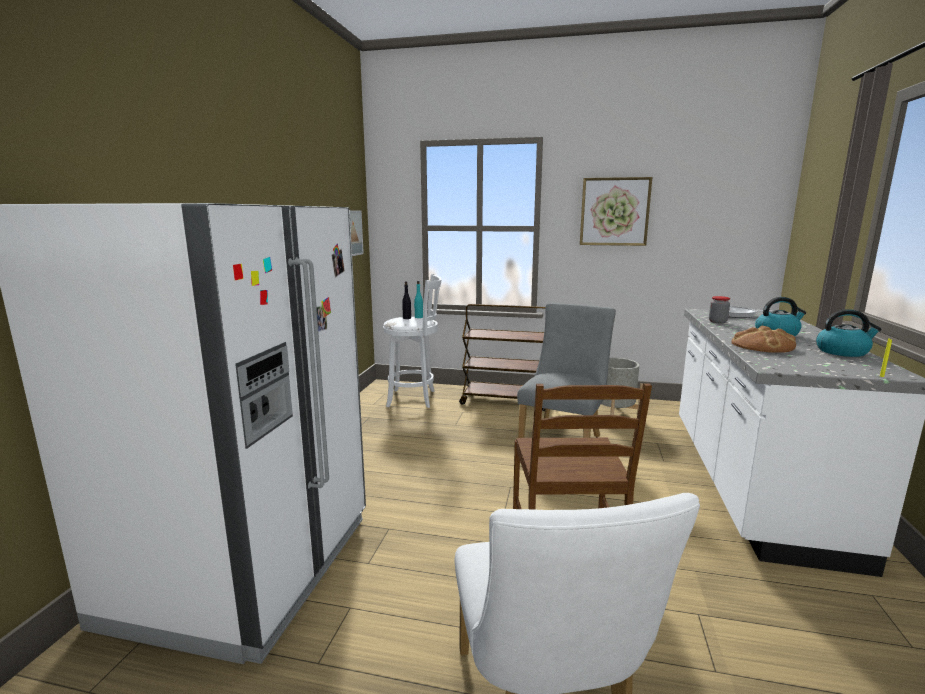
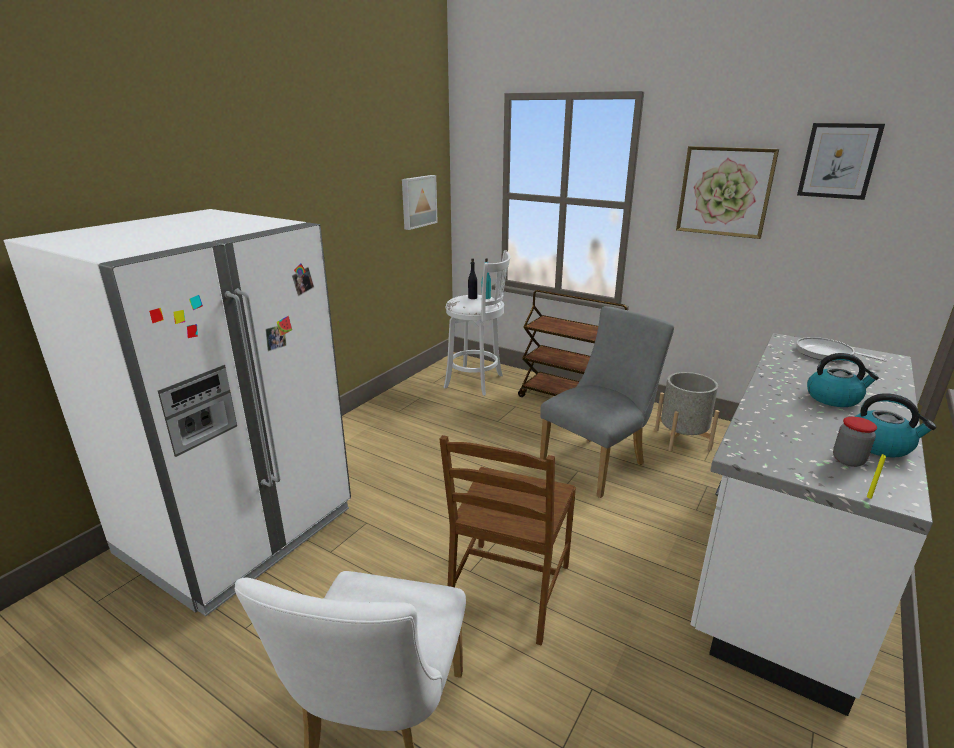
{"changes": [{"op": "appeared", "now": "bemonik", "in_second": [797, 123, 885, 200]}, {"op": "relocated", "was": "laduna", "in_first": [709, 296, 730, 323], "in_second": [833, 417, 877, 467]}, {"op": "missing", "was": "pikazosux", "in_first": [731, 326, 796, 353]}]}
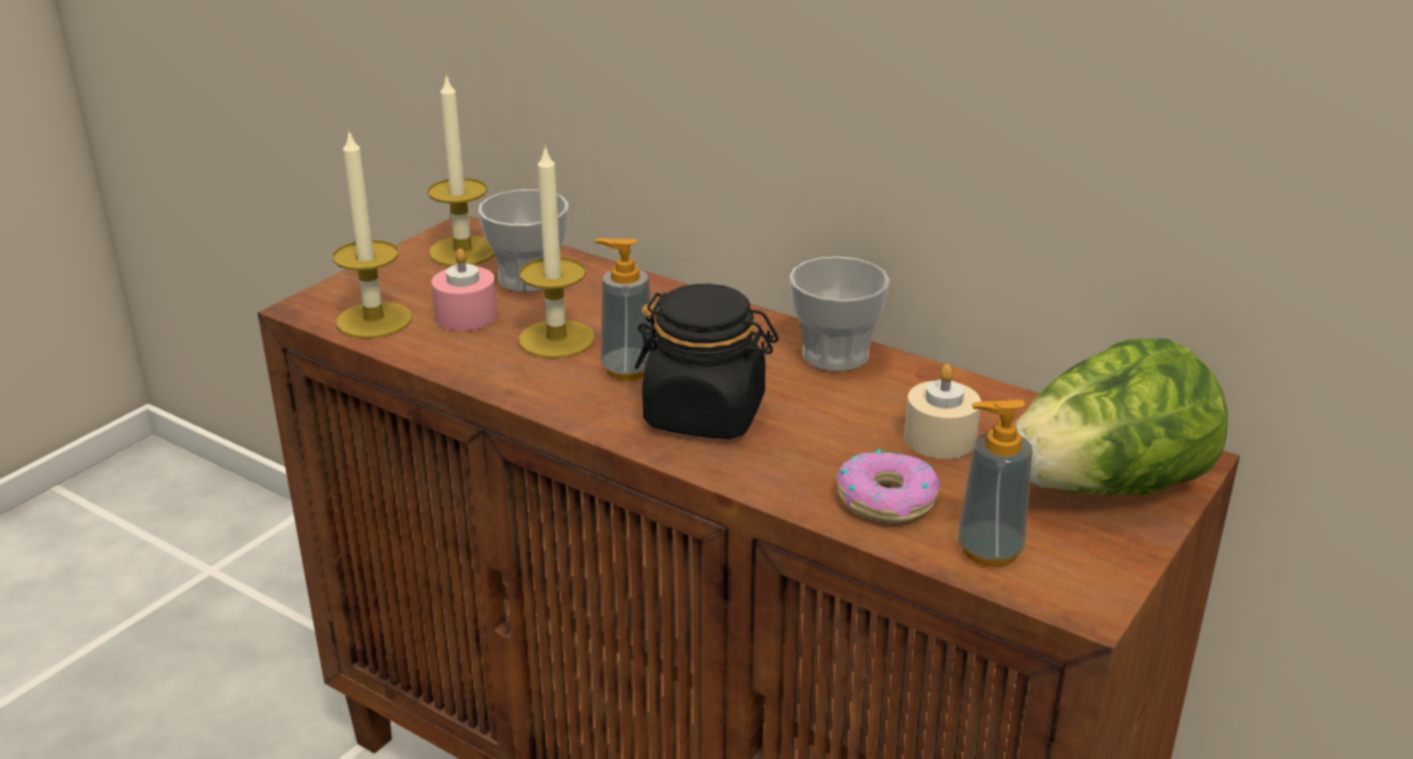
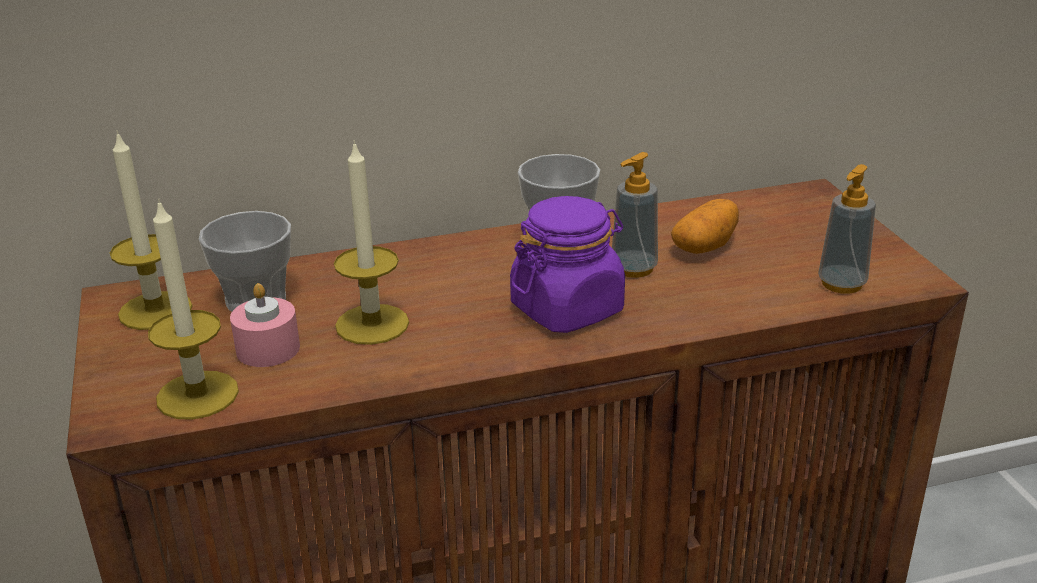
{"changes": [{"op": "colour", "was": "black laduna", "now": "purple laduna", "in_first": [635, 284, 779, 439], "in_second": [510, 196, 625, 333]}, {"op": "relocated", "was": "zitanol", "in_first": [595, 238, 654, 381], "in_second": [612, 152, 658, 278]}, {"op": "exchanged", "was": "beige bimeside", "now": "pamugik", "in_first": [905, 364, 981, 459], "in_second": [671, 199, 739, 254]}, {"op": "missing", "was": "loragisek", "in_first": [837, 449, 940, 523]}, {"op": "missing", "was": "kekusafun", "in_first": [1015, 339, 1228, 495]}]}
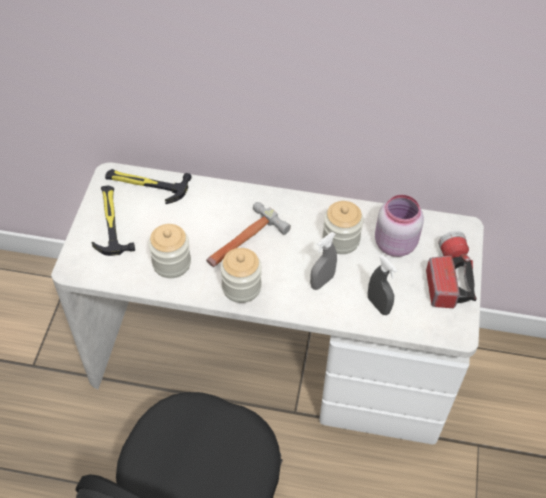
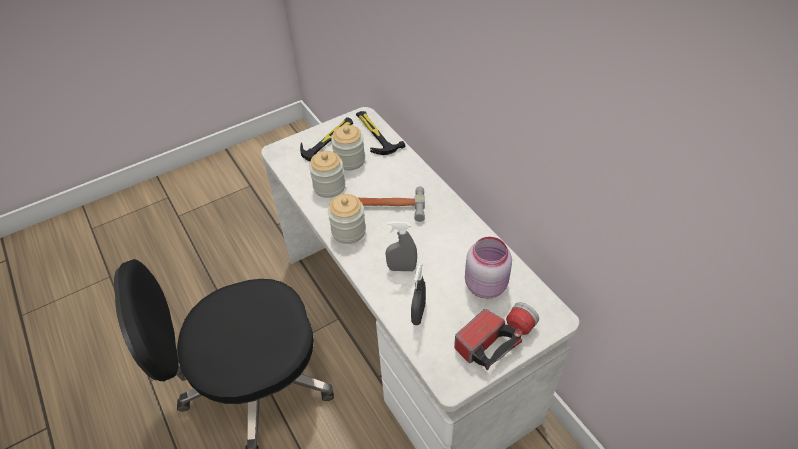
{"changes": [{"op": "relocated", "was": "laduna", "in_first": [322, 201, 363, 254], "in_second": [331, 125, 365, 171]}]}
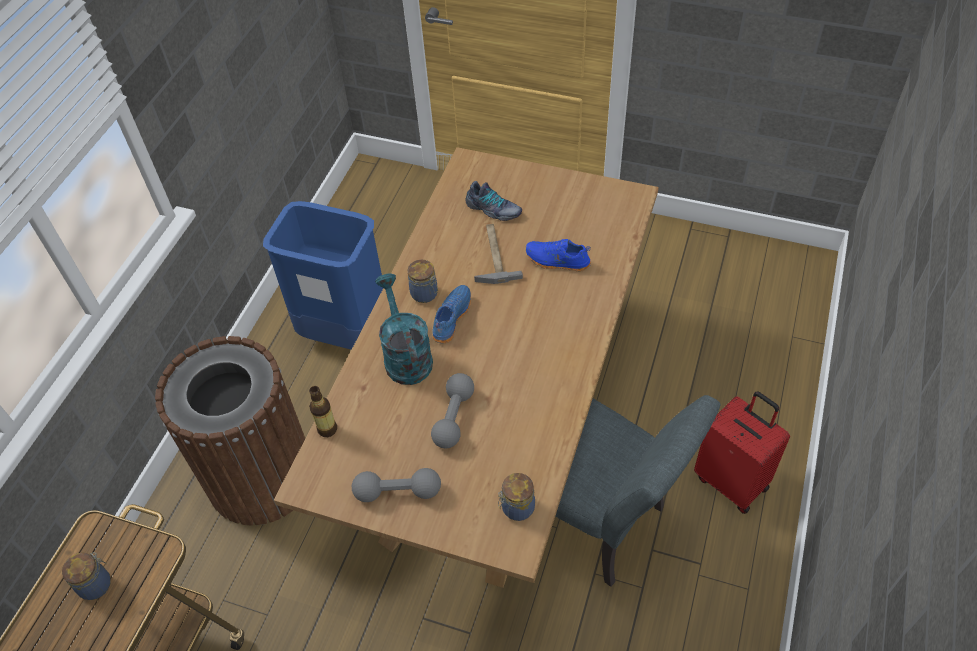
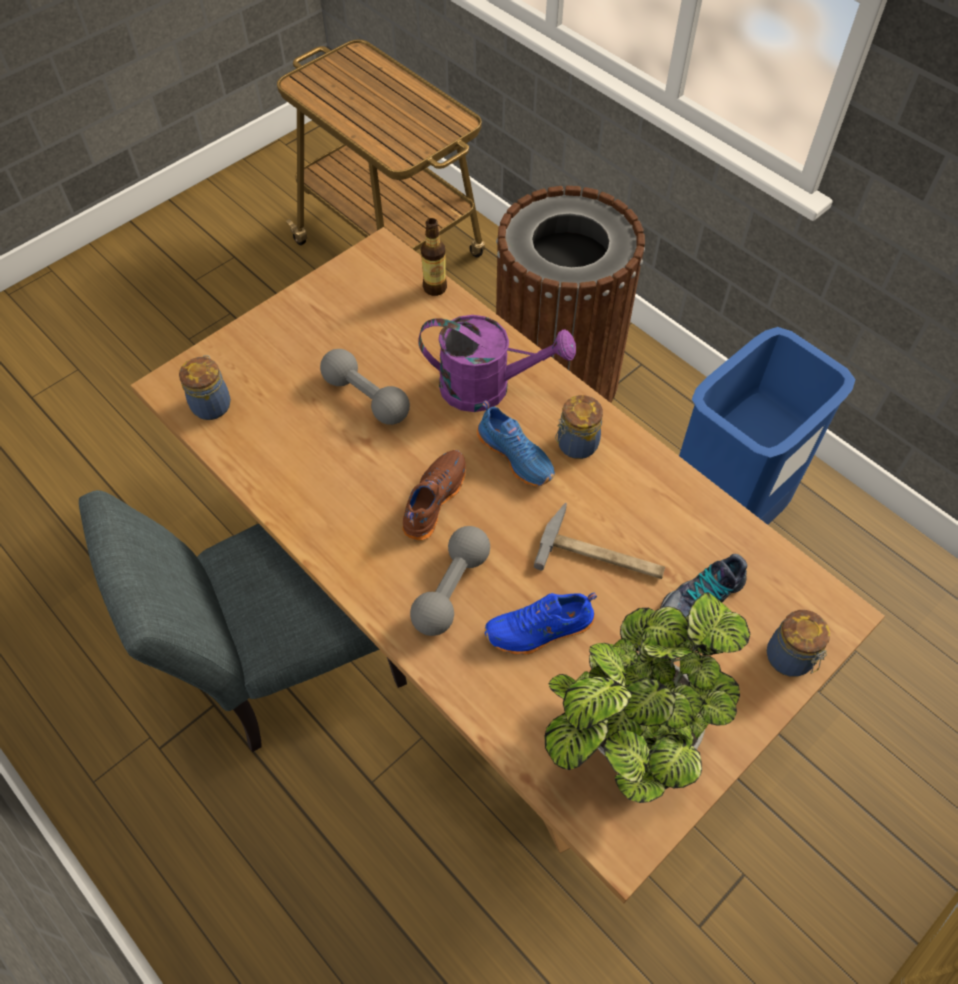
{"changes": [{"op": "appeared", "now": "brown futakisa", "in_second": [402, 450, 466, 541]}, {"op": "relocated", "was": "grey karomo", "in_first": [352, 468, 441, 502], "in_second": [410, 526, 490, 636]}, {"op": "colour", "was": "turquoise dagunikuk", "now": "purple dagunikuk", "in_first": [375, 273, 433, 385], "in_second": [418, 315, 576, 412]}, {"op": "spun", "was": "blue futakisa", "in_first": [526, 239, 591, 272], "in_second": [484, 592, 597, 655], "clockwise": -150}, {"op": "appeared", "now": "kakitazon", "in_second": [544, 592, 750, 803]}, {"op": "relocated", "was": "laduna", "in_first": [62, 552, 111, 600], "in_second": [767, 610, 830, 677]}, {"op": "missing", "was": "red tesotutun", "in_first": [694, 391, 790, 514]}]}
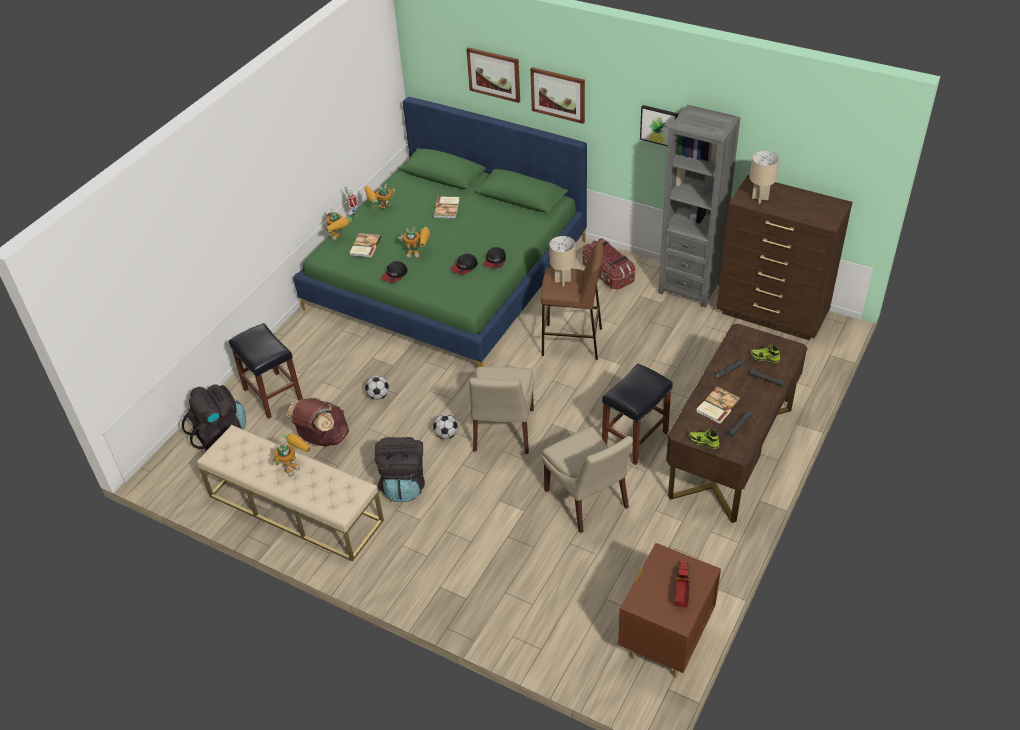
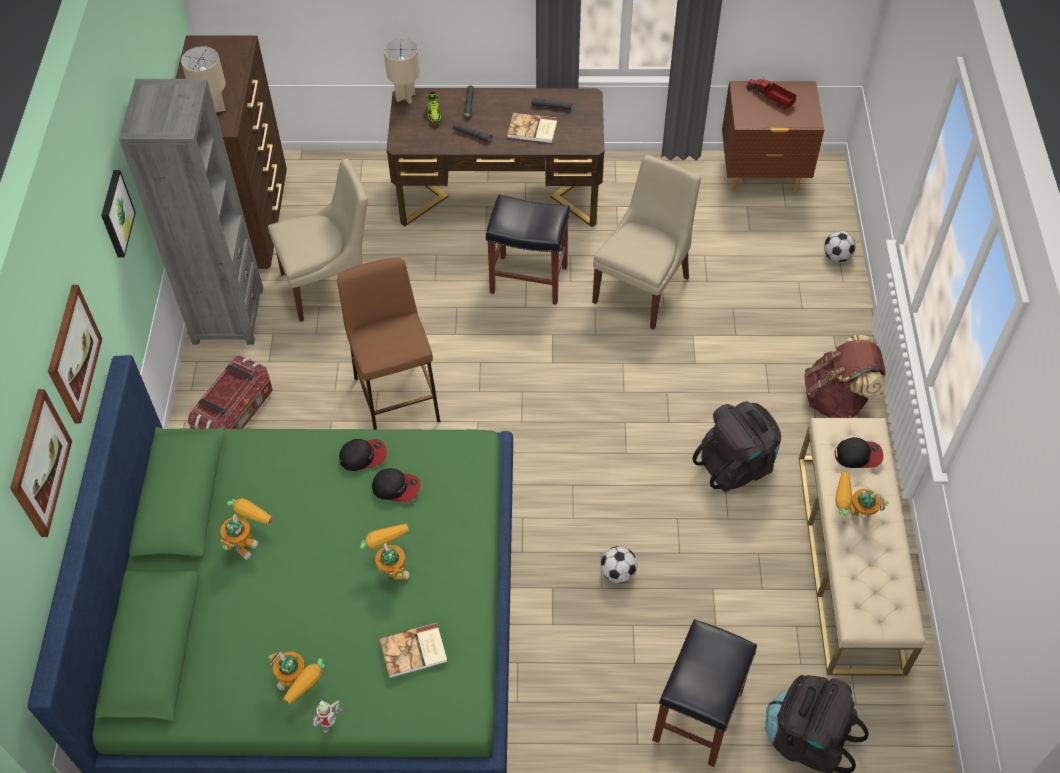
{"changes": [{"op": "relocated", "was": "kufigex", "in_first": [326, 208, 352, 241], "in_second": [220, 498, 273, 560]}, {"op": "relocated", "was": "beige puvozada", "in_first": [469, 367, 534, 454], "in_second": [268, 159, 368, 322]}, {"op": "relocated", "was": "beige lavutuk", "in_first": [549, 236, 575, 286], "in_second": [384, 38, 420, 104]}, {"op": "spun", "was": "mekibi", "in_first": [674, 561, 690, 607], "in_second": [746, 78, 797, 110], "clockwise": 60}, {"op": "relocated", "was": "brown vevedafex", "in_first": [284, 398, 349, 447], "in_second": [804, 335, 886, 418]}, {"op": "relocated", "was": "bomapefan", "in_first": [433, 414, 458, 439], "in_second": [824, 231, 856, 262]}, {"op": "relocated", "was": "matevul", "in_first": [381, 261, 407, 283], "in_second": [835, 437, 883, 468]}, {"op": "missing", "was": "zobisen", "in_first": [433, 196, 460, 218]}, {"op": "missing", "was": "futakisa", "in_first": [689, 429, 720, 449]}]}
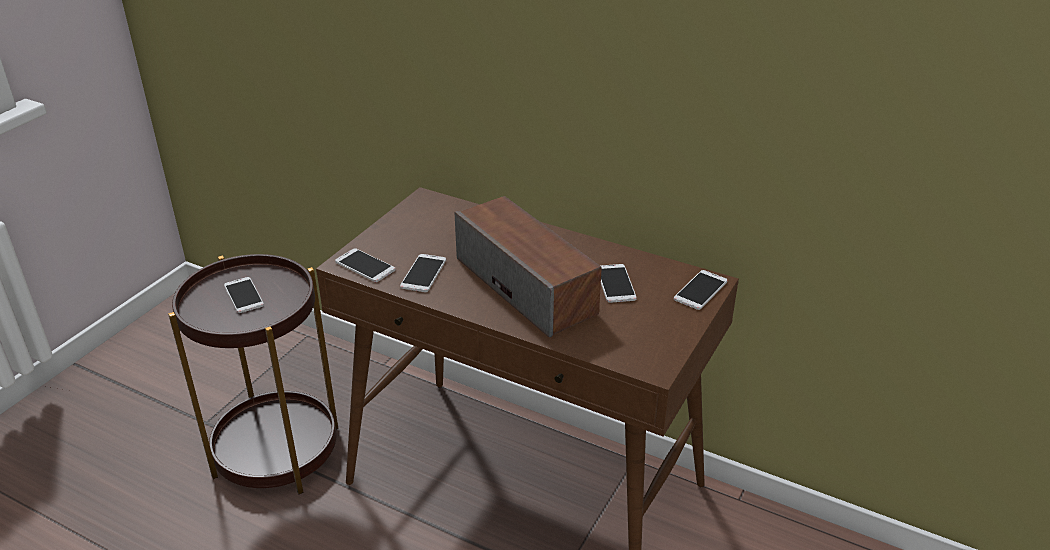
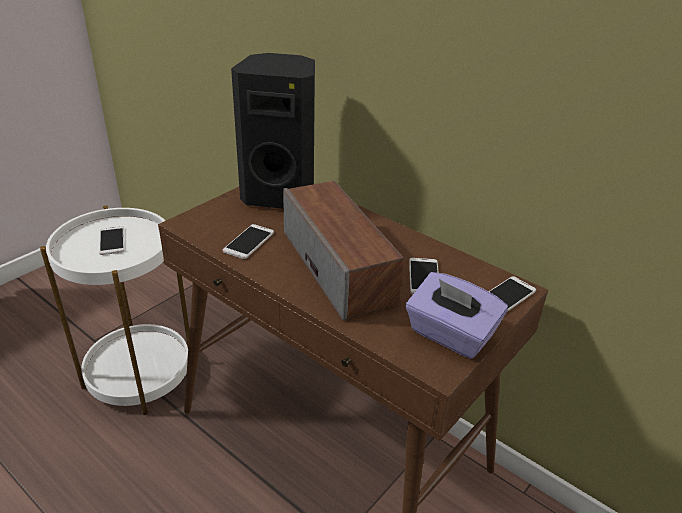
{"changes": [{"op": "colour", "was": "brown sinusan", "now": "white sinusan", "in_first": [168, 254, 338, 494], "in_second": [40, 206, 190, 415]}, {"op": "appeared", "now": "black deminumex", "in_second": [231, 53, 315, 209]}, {"op": "appeared", "now": "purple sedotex", "in_second": [406, 272, 508, 359]}, {"op": "missing", "was": "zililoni", "in_first": [335, 248, 395, 282]}]}
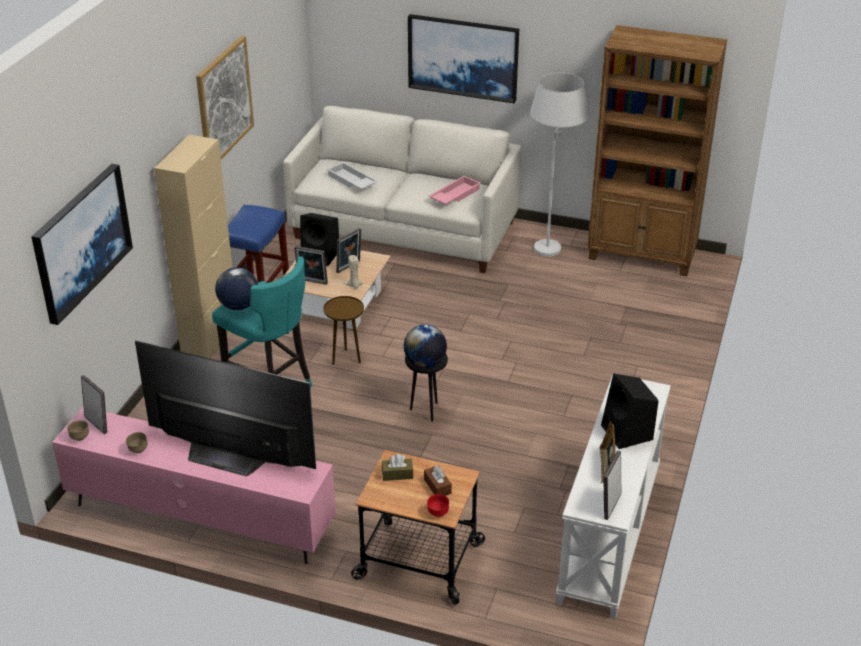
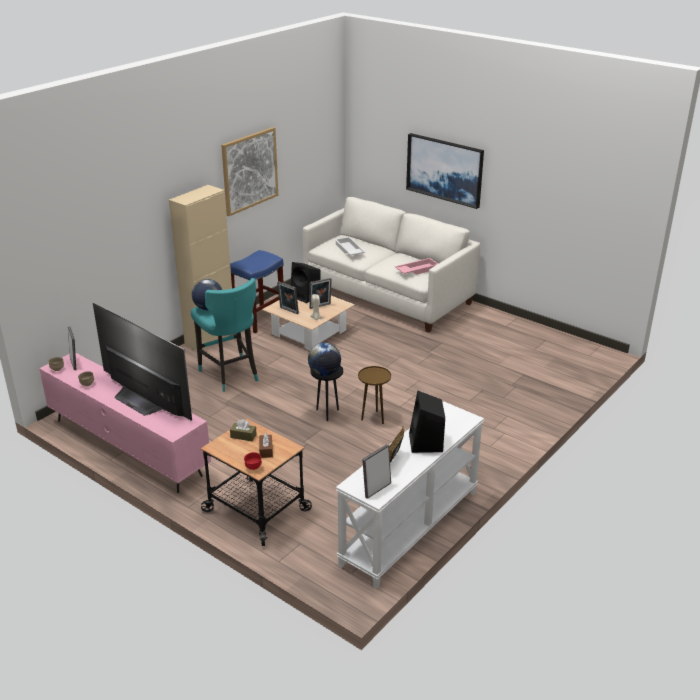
{"changes": [{"op": "relocated", "was": "brown sinusan", "in_first": [323, 296, 364, 365], "in_second": [358, 366, 391, 424]}, {"op": "missing", "was": "bemonik", "in_first": [31, 164, 133, 325]}, {"op": "missing", "was": "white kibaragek", "in_first": [530, 73, 589, 257]}, {"op": "missing", "was": "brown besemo", "in_first": [587, 25, 727, 276]}]}
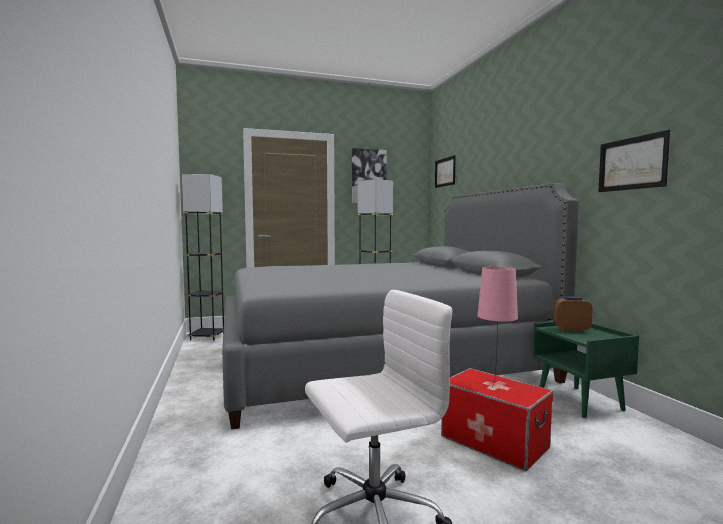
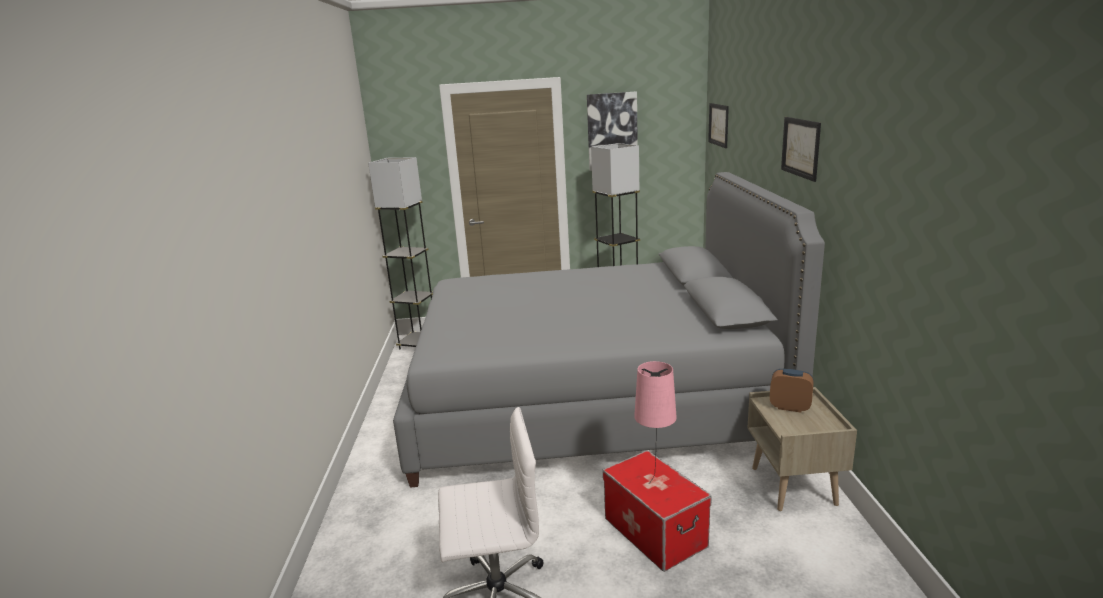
{"changes": [{"op": "colour", "was": "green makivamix", "now": "beige makivamix", "in_first": [533, 322, 639, 418], "in_second": [747, 387, 857, 511]}, {"op": "relocated", "was": "bemonik", "in_first": [598, 130, 670, 192], "in_second": [781, 117, 821, 182]}]}
